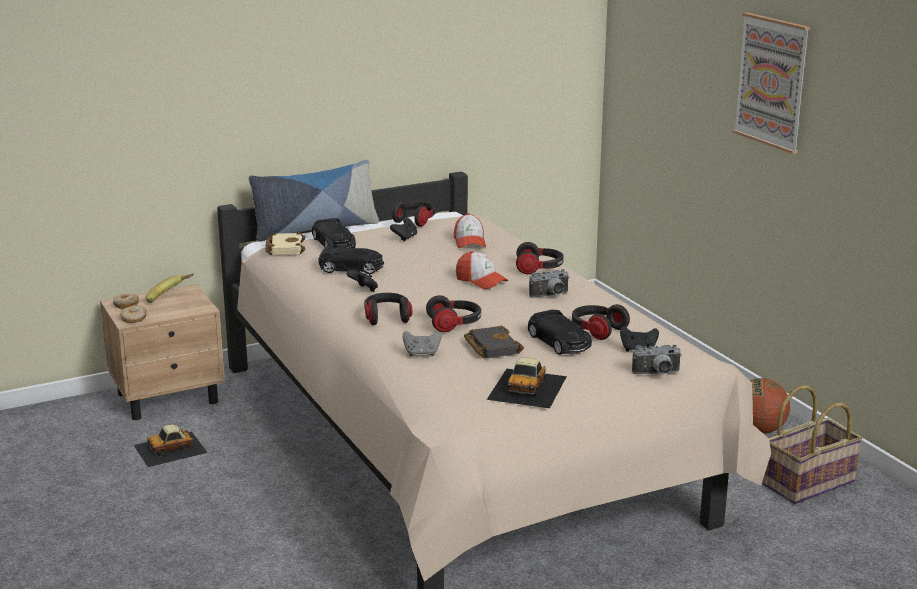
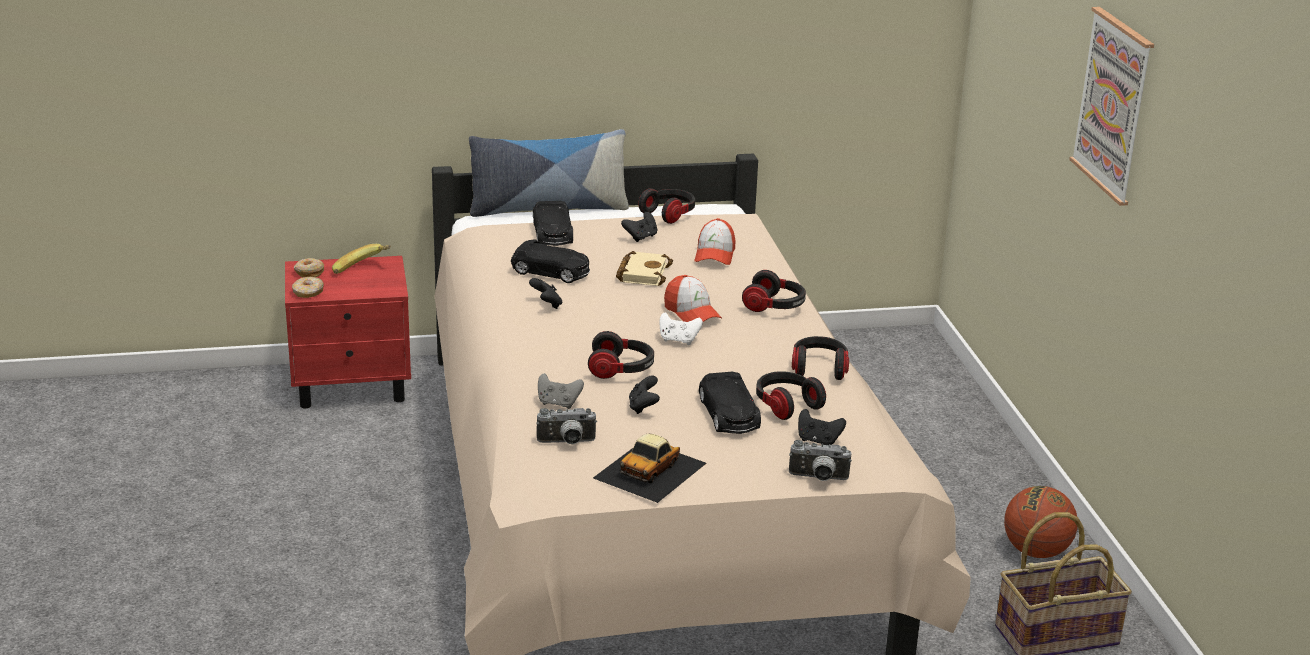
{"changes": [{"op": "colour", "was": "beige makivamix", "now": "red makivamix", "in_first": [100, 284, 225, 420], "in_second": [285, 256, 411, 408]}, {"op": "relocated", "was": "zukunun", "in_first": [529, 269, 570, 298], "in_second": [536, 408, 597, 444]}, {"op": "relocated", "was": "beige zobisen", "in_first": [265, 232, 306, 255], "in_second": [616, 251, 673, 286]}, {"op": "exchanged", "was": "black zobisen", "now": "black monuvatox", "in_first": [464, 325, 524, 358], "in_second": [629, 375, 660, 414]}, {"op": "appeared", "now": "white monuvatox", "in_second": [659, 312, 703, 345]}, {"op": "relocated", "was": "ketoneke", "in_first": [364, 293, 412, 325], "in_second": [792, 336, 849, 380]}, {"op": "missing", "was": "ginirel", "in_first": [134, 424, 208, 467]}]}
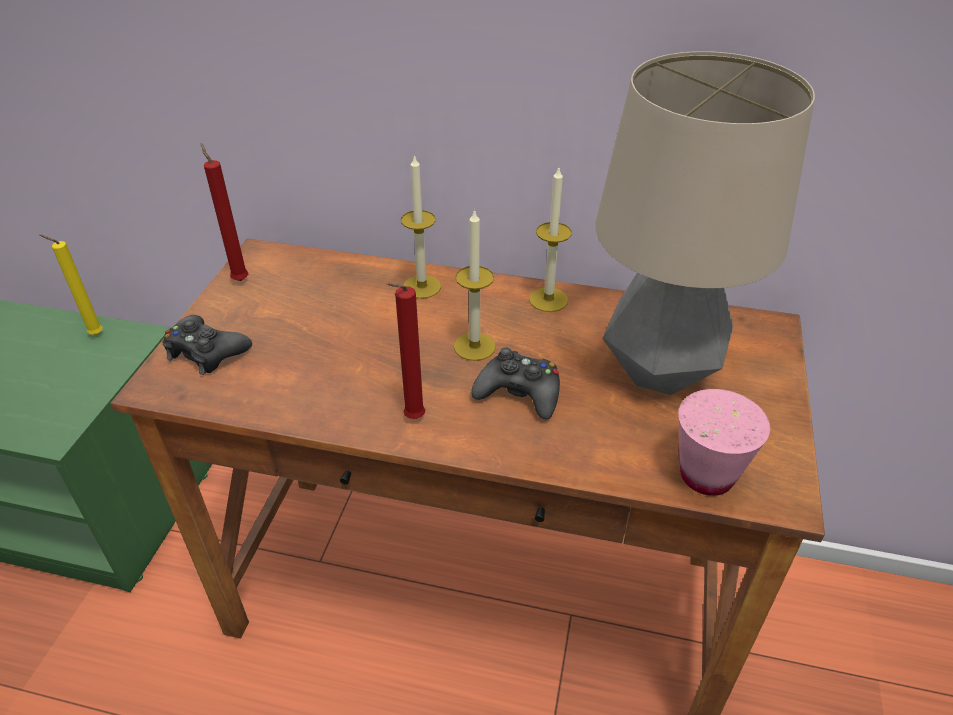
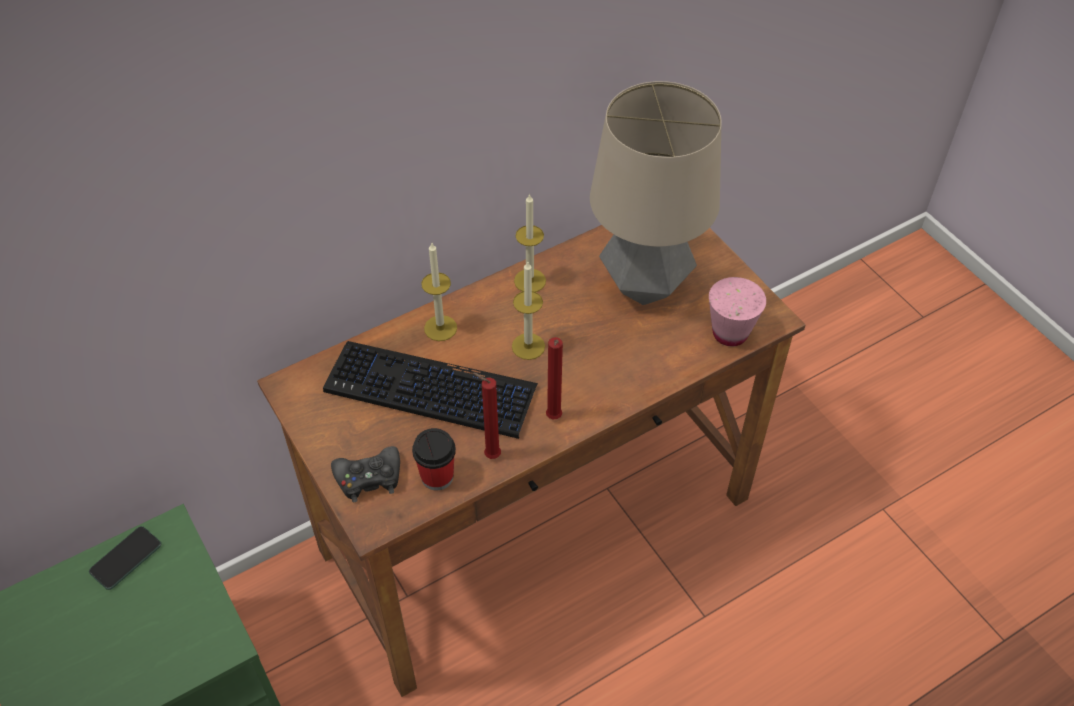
{"changes": [{"op": "exchanged", "was": "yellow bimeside", "now": "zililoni", "in_first": [39, 235, 103, 335], "in_second": [89, 526, 161, 590]}, {"op": "appeared", "now": "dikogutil", "in_second": [323, 341, 538, 439]}, {"op": "appeared", "now": "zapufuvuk", "in_second": [412, 428, 456, 490]}, {"op": "relocated", "was": "red bimeside", "in_first": [201, 143, 248, 281], "in_second": [473, 373, 501, 459]}, {"op": "missing", "was": "black monuvatox", "in_first": [471, 347, 560, 419]}]}
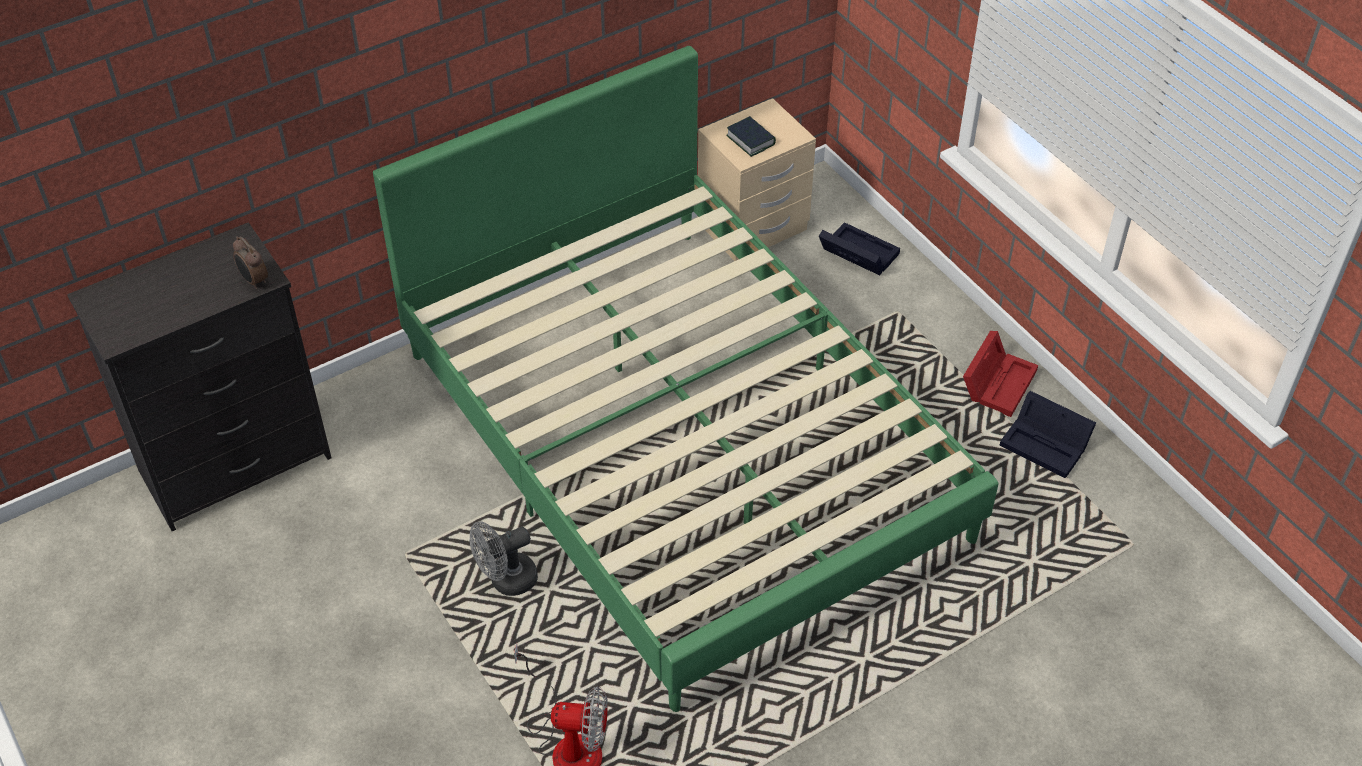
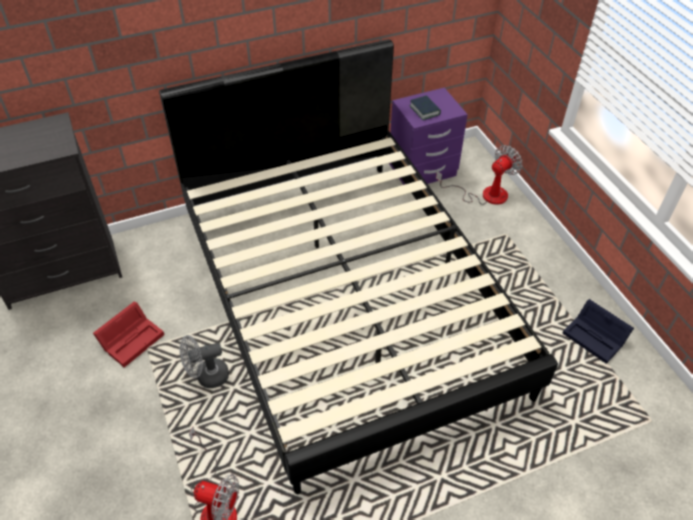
{"changes": [{"op": "relocated", "was": "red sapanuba", "in_first": [963, 331, 1038, 417], "in_second": [93, 301, 164, 367]}, {"op": "colour", "was": "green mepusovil", "now": "black mepusovil", "in_first": [373, 46, 998, 712], "in_second": [159, 39, 558, 494]}, {"op": "colour", "was": "beige makivamix", "now": "purple makivamix", "in_first": [697, 98, 816, 261], "in_second": [389, 88, 468, 185]}, {"op": "exchanged", "was": "black sapanuba", "now": "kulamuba", "in_first": [819, 222, 900, 275], "in_second": [436, 145, 523, 205]}, {"op": "missing", "was": "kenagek", "in_first": [233, 236, 268, 289]}]}
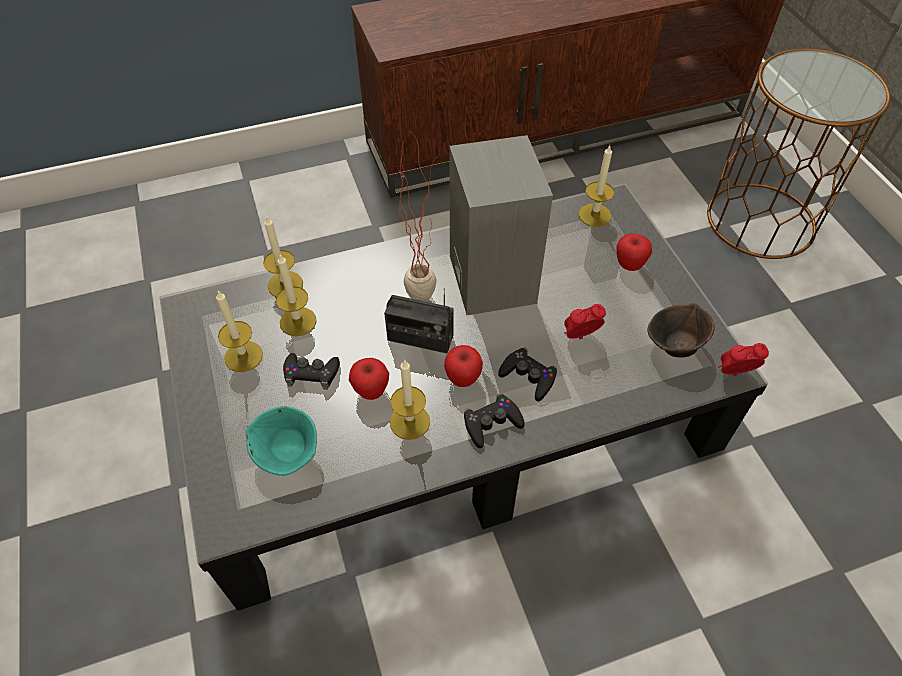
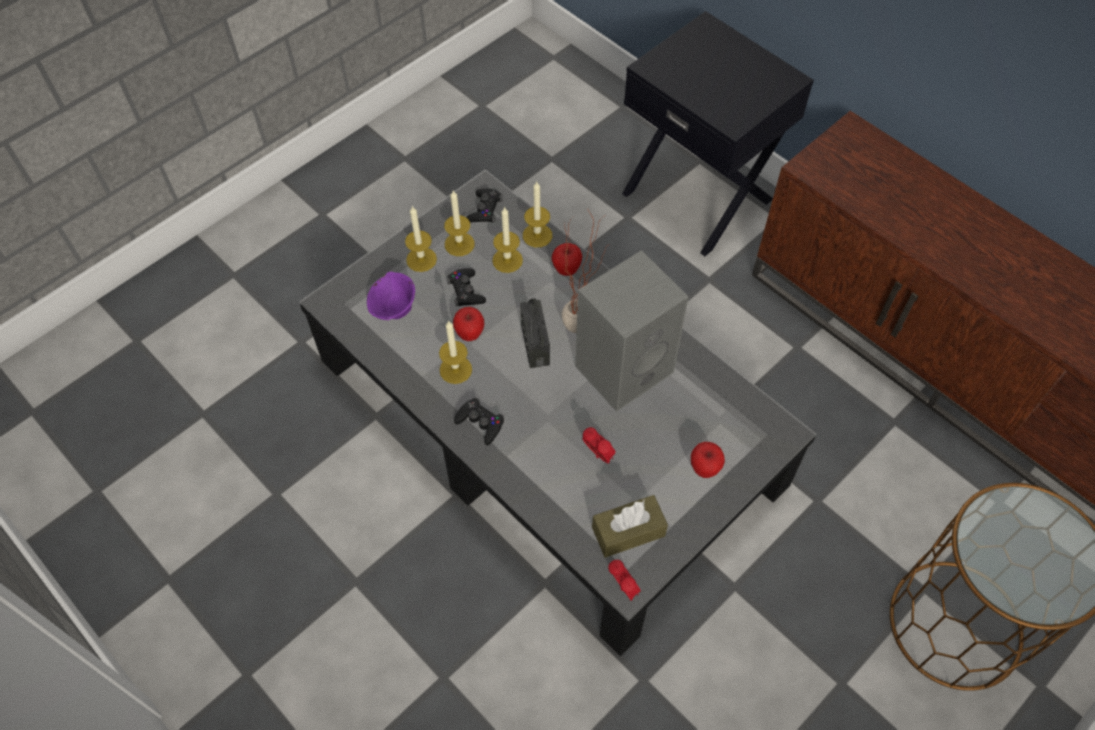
{"changes": [{"op": "colour", "was": "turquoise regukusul", "now": "purple regukusul", "in_first": [246, 406, 317, 476], "in_second": [367, 271, 415, 320]}, {"op": "relocated", "was": "bimeside", "in_first": [579, 146, 615, 227], "in_second": [405, 206, 437, 272]}, {"op": "relocated", "was": "black monuvatox", "in_first": [498, 347, 557, 402], "in_second": [466, 188, 503, 222]}, {"op": "relocated", "was": "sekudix", "in_first": [444, 345, 483, 387], "in_second": [552, 243, 582, 276]}, {"op": "exchanged", "was": "brown regukusul", "now": "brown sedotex", "in_first": [647, 303, 714, 358], "in_second": [592, 495, 668, 558]}, {"op": "appeared", "now": "black makivamix", "in_second": [622, 11, 814, 256]}]}
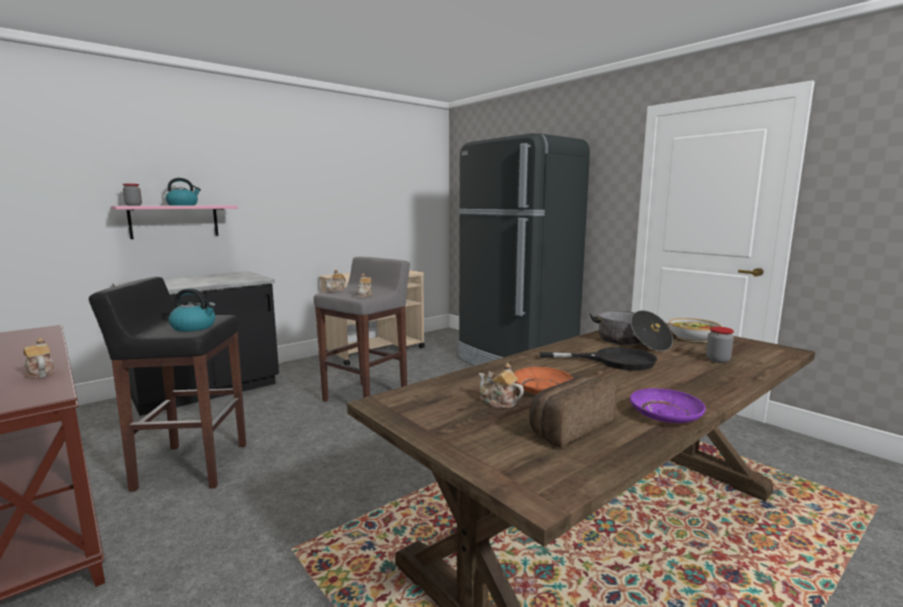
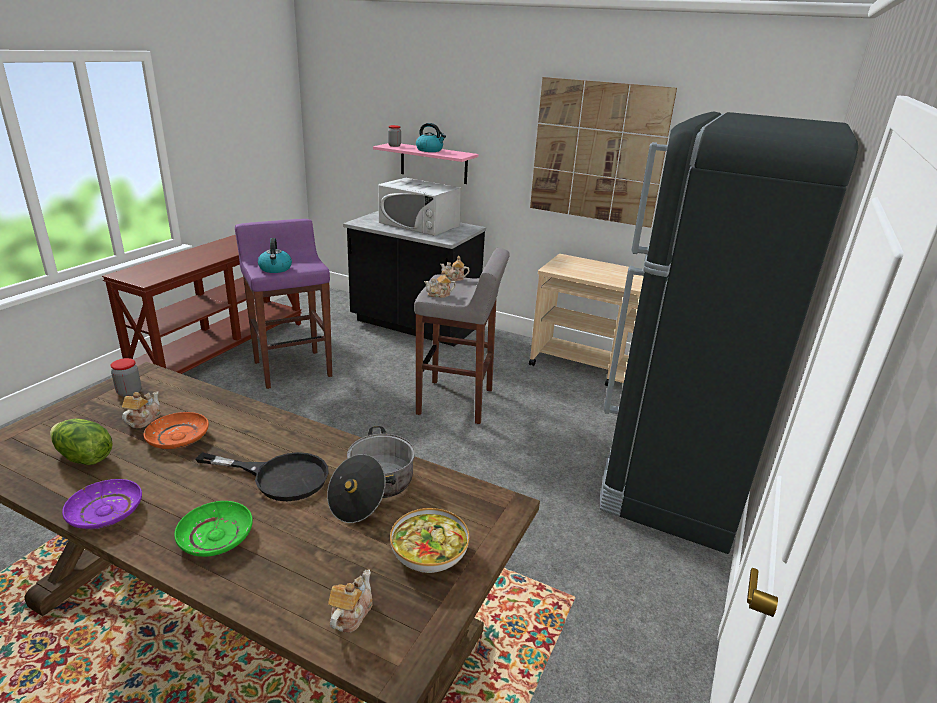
{"changes": [{"op": "exchanged", "was": "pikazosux", "now": "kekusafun", "in_first": [529, 376, 617, 447], "in_second": [50, 419, 113, 465]}, {"op": "relocated", "was": "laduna", "in_first": [706, 326, 734, 363], "in_second": [110, 358, 141, 397]}, {"op": "appeared", "now": "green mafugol", "in_second": [174, 501, 253, 557]}, {"op": "spun", "was": "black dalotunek", "in_first": [540, 347, 657, 371], "in_second": [196, 452, 329, 501], "clockwise": -60}, {"op": "colour", "was": "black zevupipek", "now": "purple zevupipek", "in_first": [89, 277, 246, 492], "in_second": [235, 219, 332, 389]}, {"op": "relocated", "was": "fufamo", "in_first": [23, 338, 55, 378], "in_second": [328, 569, 373, 633]}, {"op": "appeared", "now": "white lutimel", "in_second": [378, 178, 461, 236]}, {"op": "appeared", "now": "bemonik", "in_second": [530, 77, 677, 228]}]}
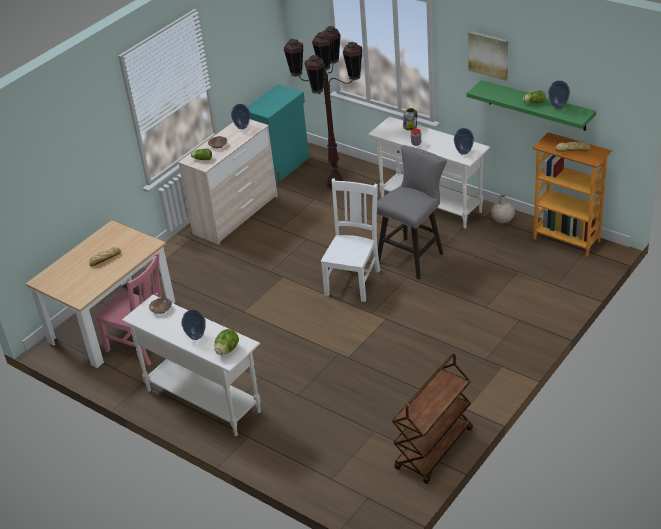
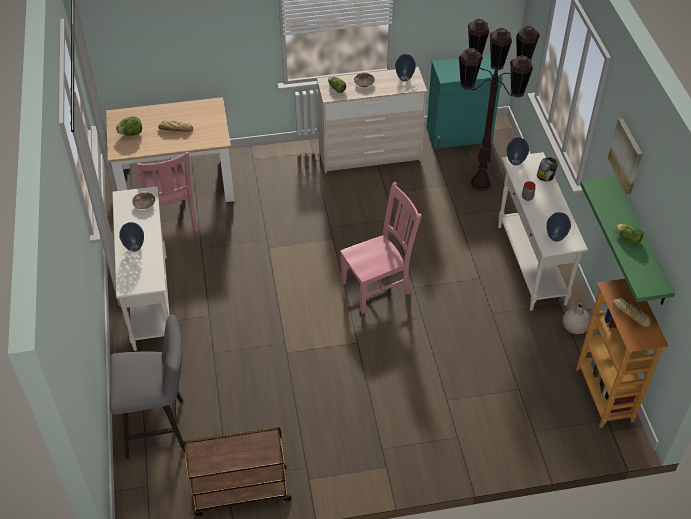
{"changes": [{"op": "relocated", "was": "grey zevupipek", "in_first": [377, 145, 447, 280], "in_second": [110, 315, 183, 459]}, {"op": "relocated", "was": "kekusafun", "in_first": [214, 329, 239, 355], "in_second": [116, 116, 142, 136]}, {"op": "colour", "was": "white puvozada", "now": "pink puvozada", "in_first": [321, 178, 380, 302], "in_second": [340, 182, 422, 314]}, {"op": "relocated", "was": "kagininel", "in_first": [548, 81, 570, 109], "in_second": [507, 137, 529, 166]}]}
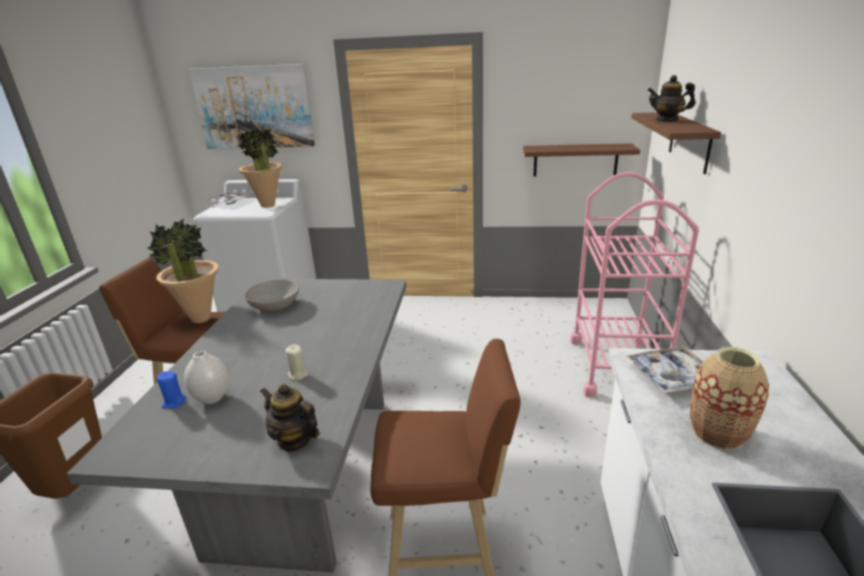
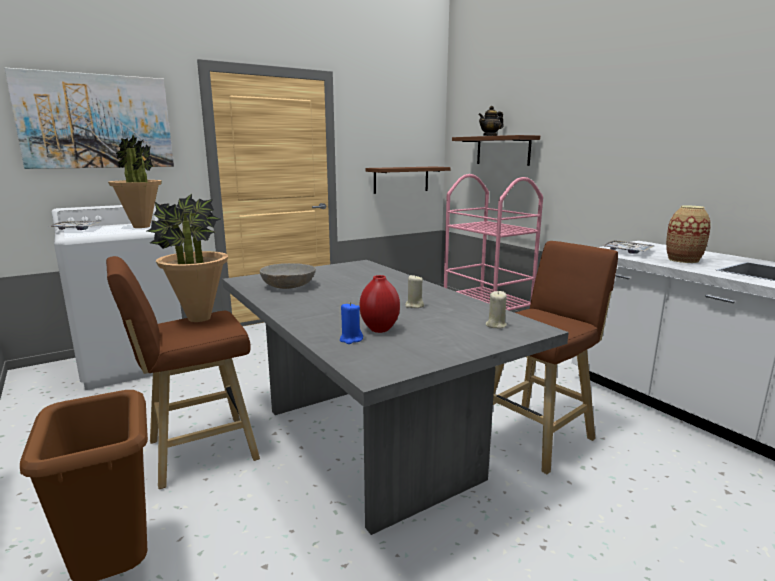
{"changes": [{"op": "colour", "was": "white kagininel", "now": "red kagininel", "in_first": [184, 351, 229, 404], "in_second": [359, 275, 400, 333]}, {"op": "exchanged", "was": "fufamo", "now": "beige bimeside", "in_first": [260, 384, 320, 452], "in_second": [486, 291, 507, 329]}]}
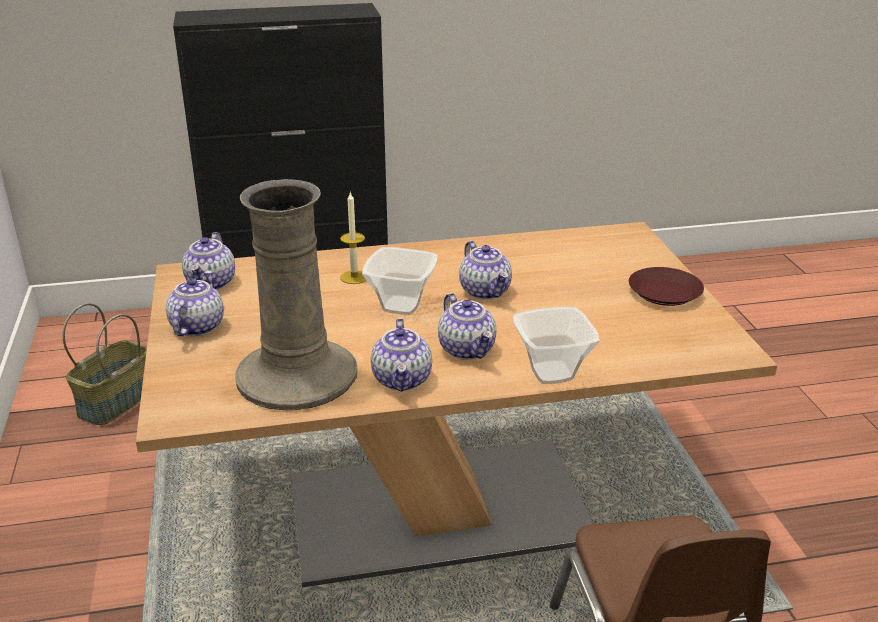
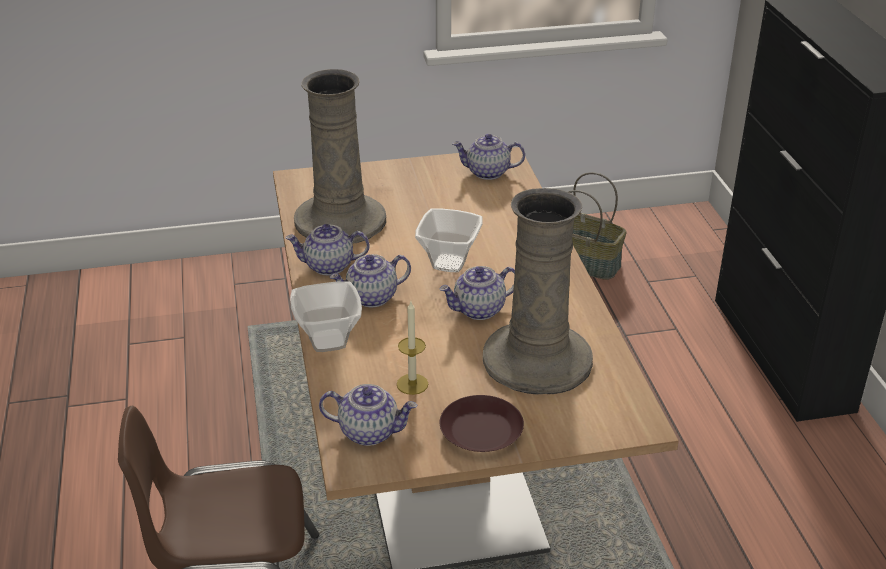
{"changes": [{"op": "relocated", "was": "fufamo", "in_first": [166, 271, 224, 336], "in_second": [319, 384, 417, 446]}, {"op": "relocated", "was": "bimeside", "in_first": [340, 192, 367, 284], "in_second": [397, 302, 428, 395]}, {"op": "appeared", "now": "beige kagininel", "in_second": [483, 188, 593, 394]}]}
